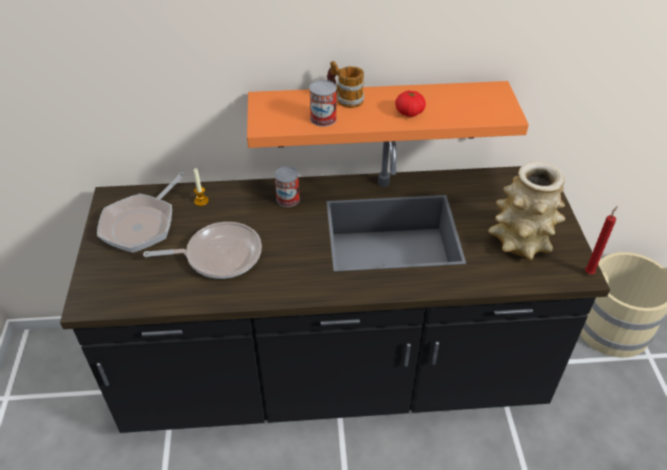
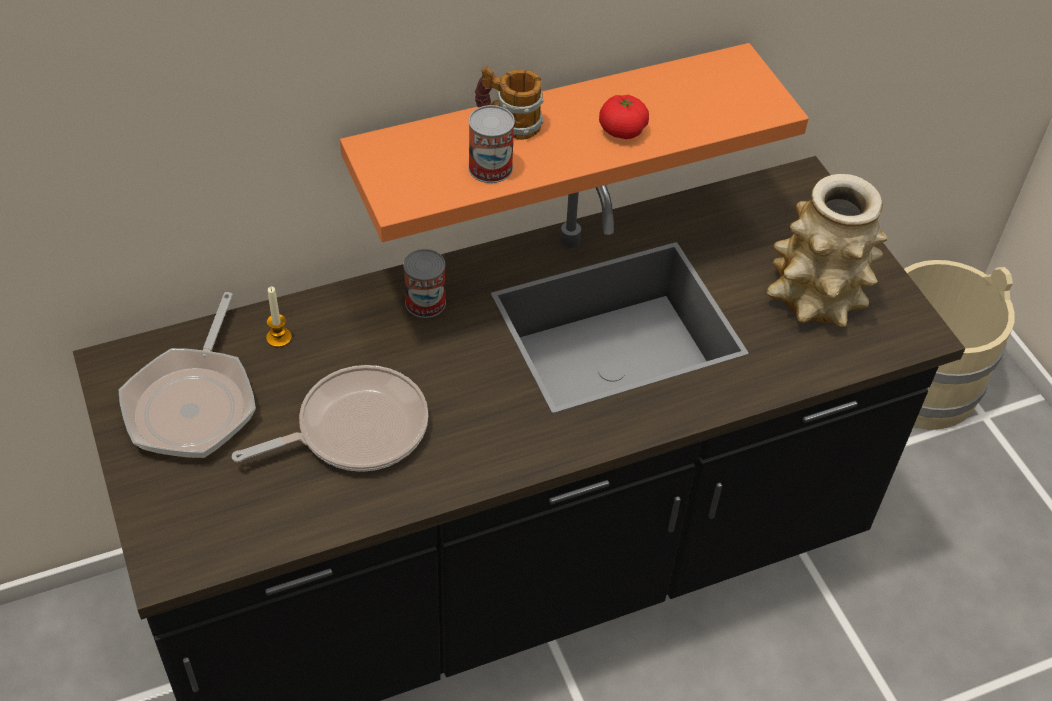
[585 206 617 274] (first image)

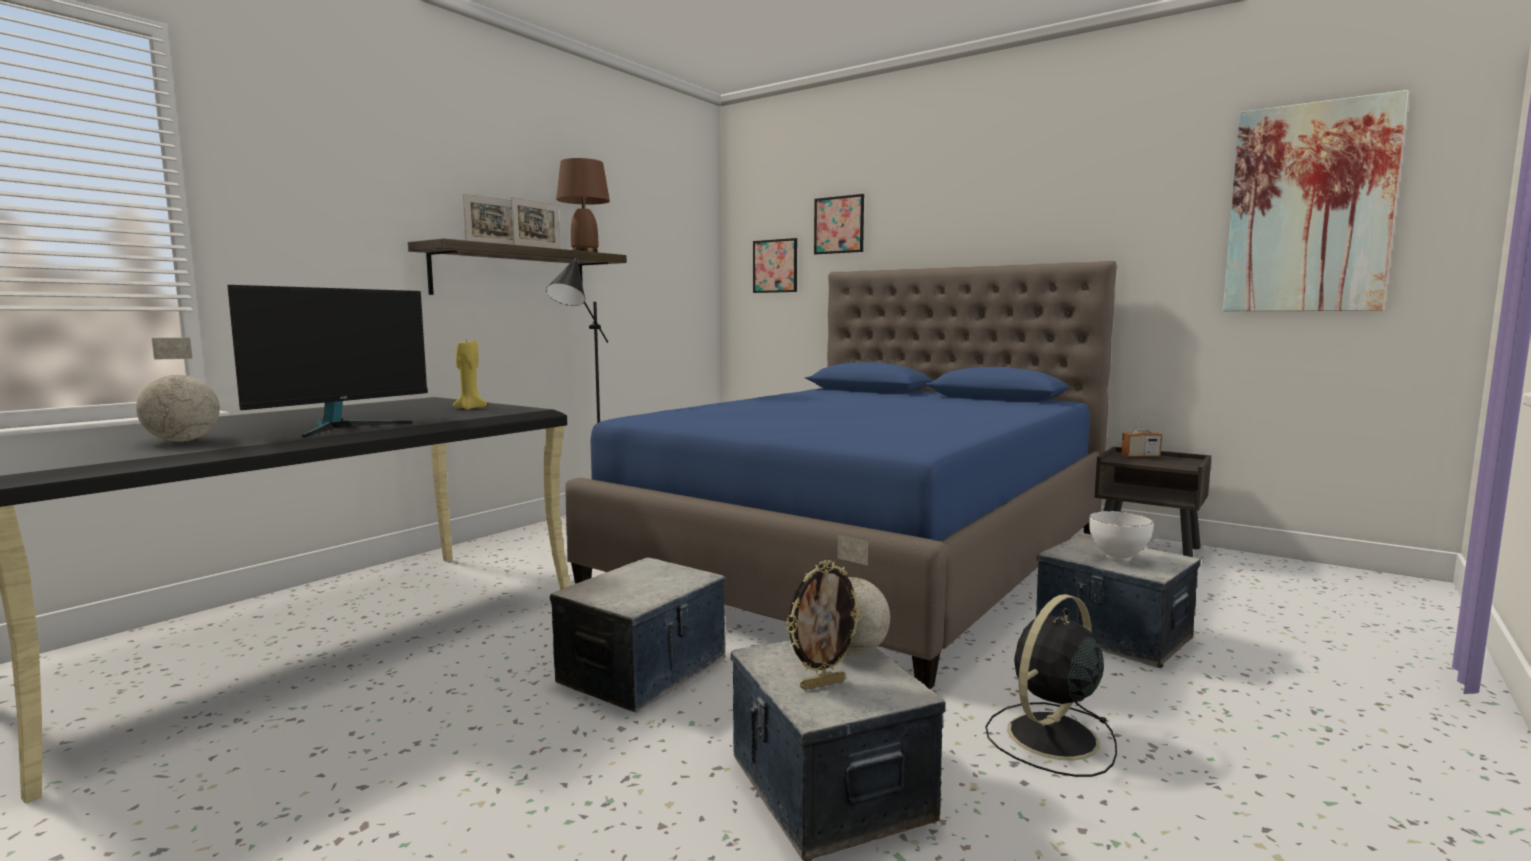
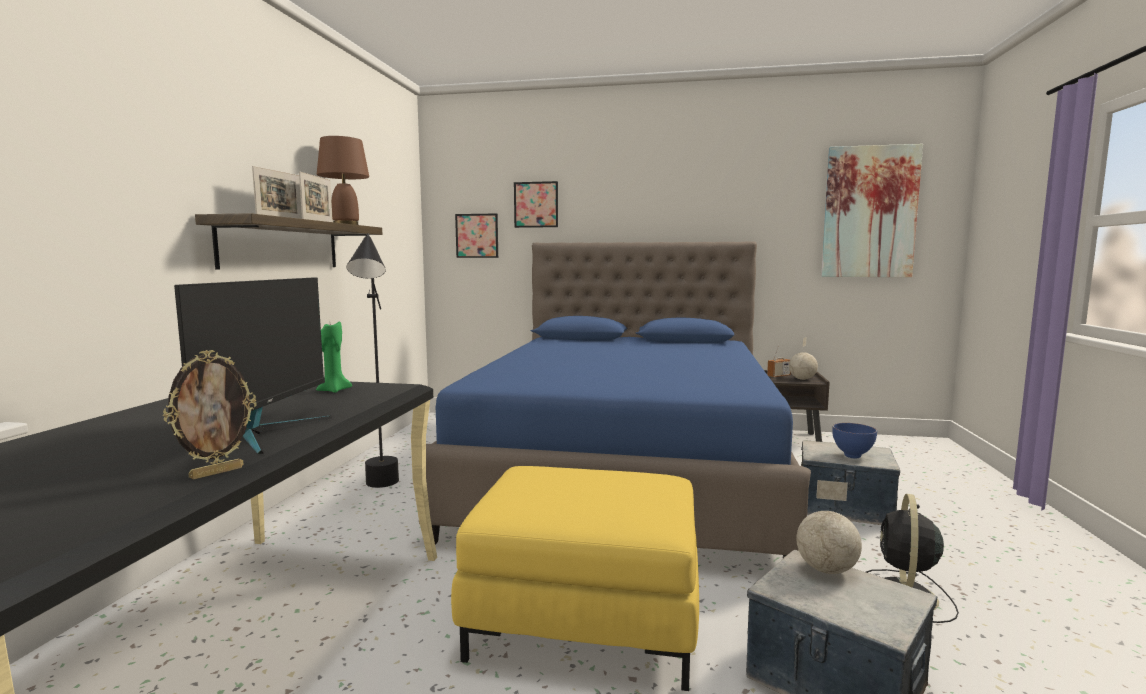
[789 337 818 380]
[316 322 352 393]
[832 423 877 459]
[451 466 699 691]
[163 350 257 480]

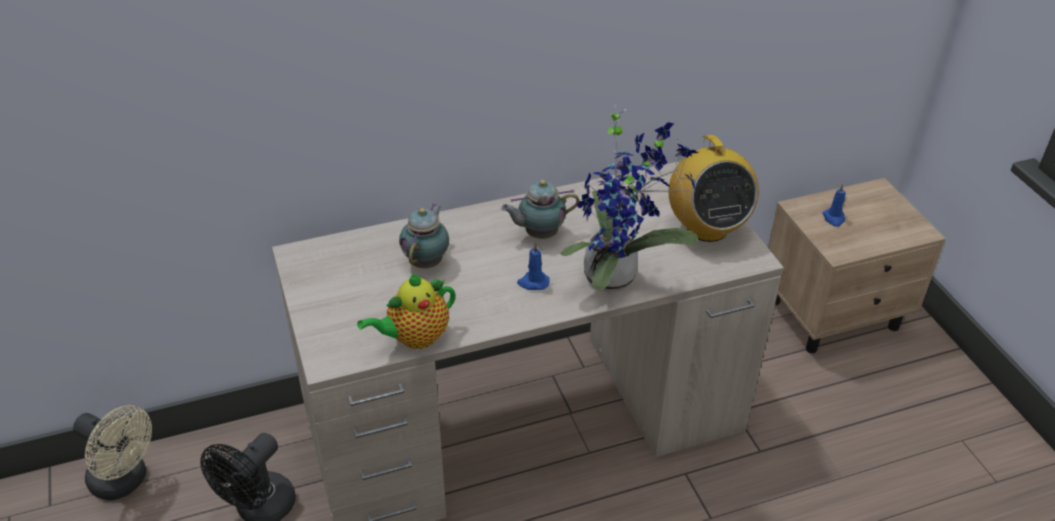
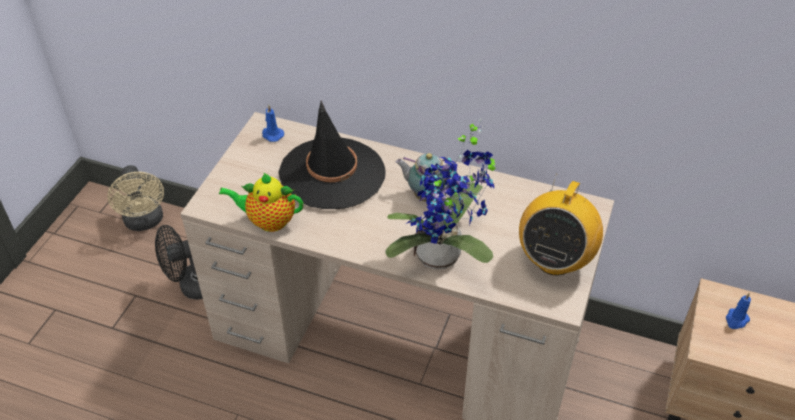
[279 100 386 209]
[262 105 284 142]

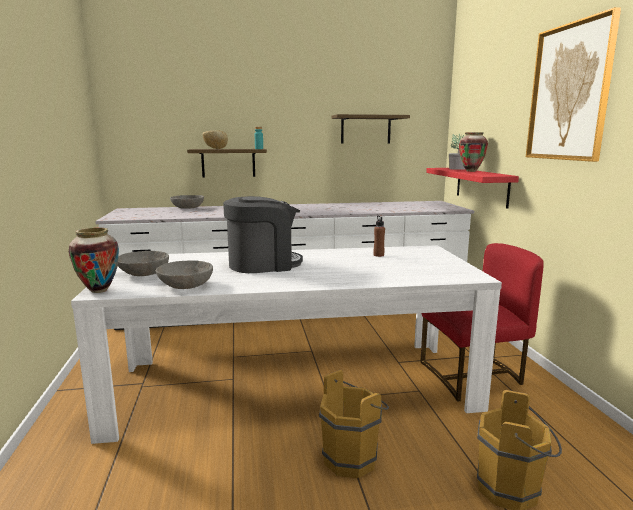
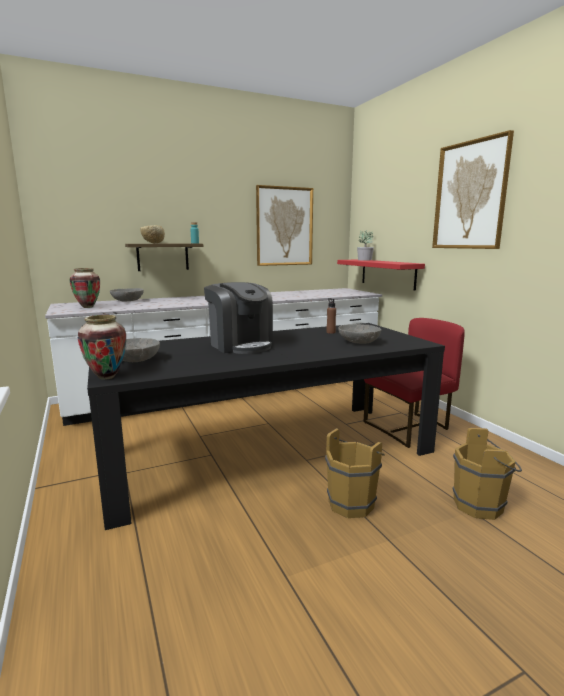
[256 185 313 266]
[70 268 100 308]
[204 282 273 354]
[87 323 445 530]
[338 324 381 344]

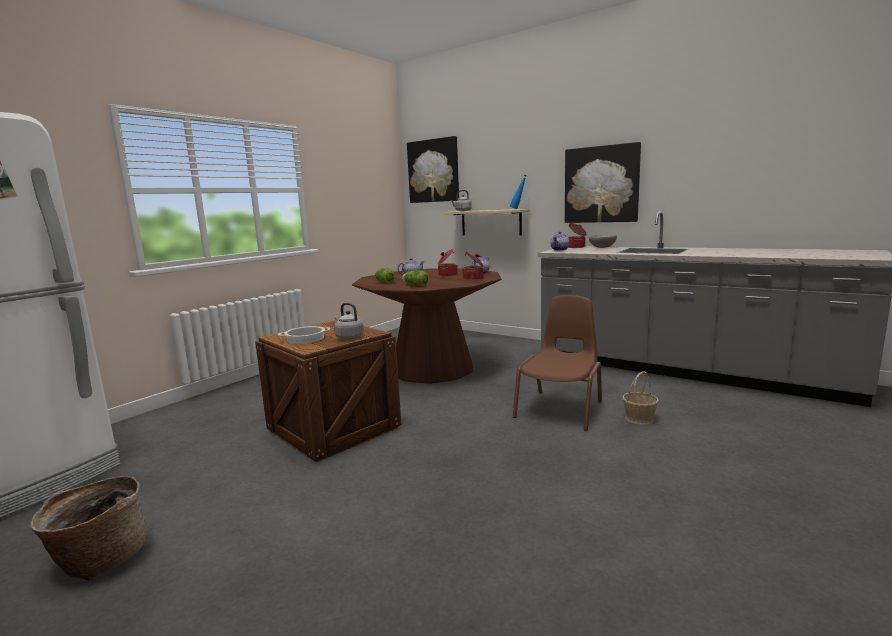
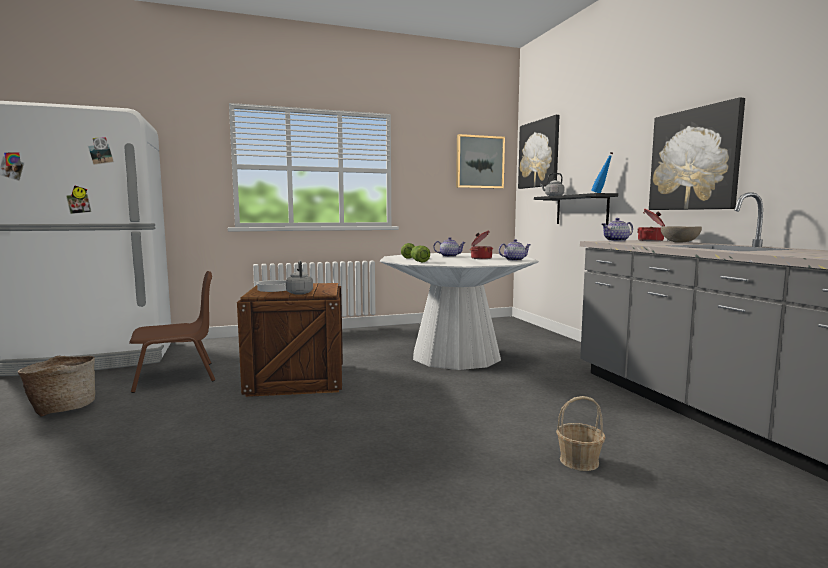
[534 193 618 225]
[462 252 483 280] (first image)
[380 253 539 370]
[129 271 215 393]
[456 134 505 189]

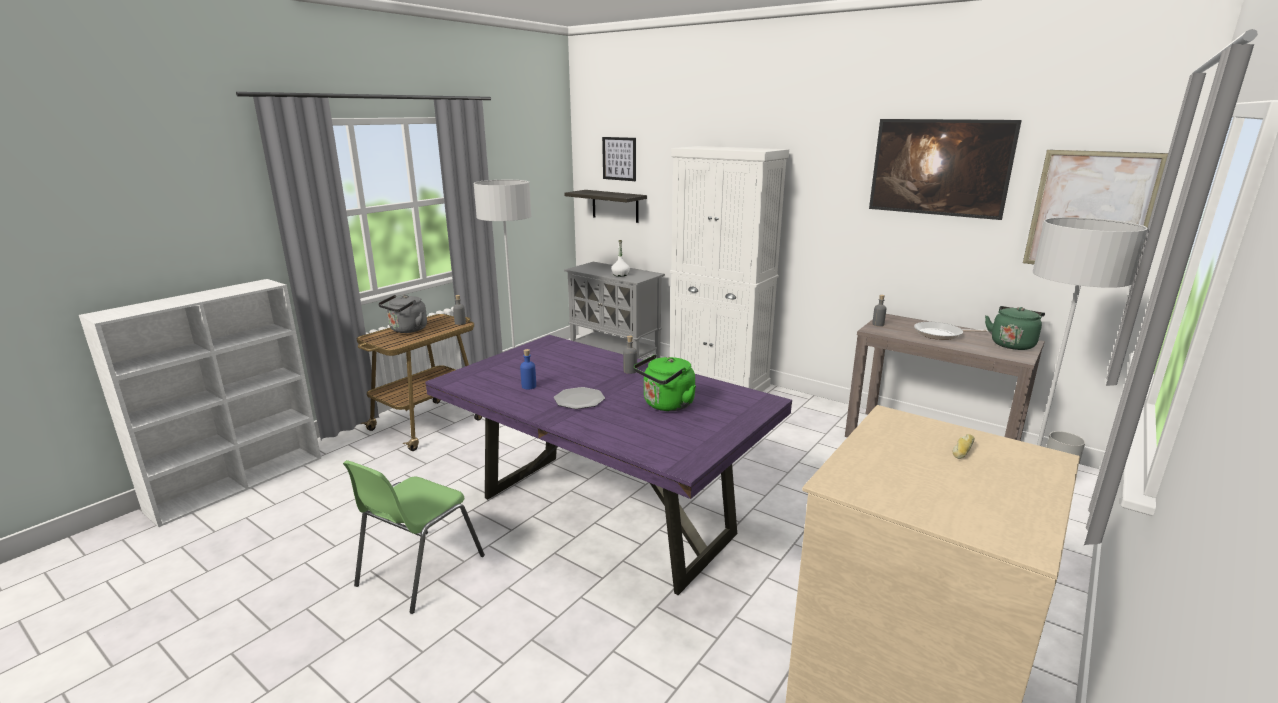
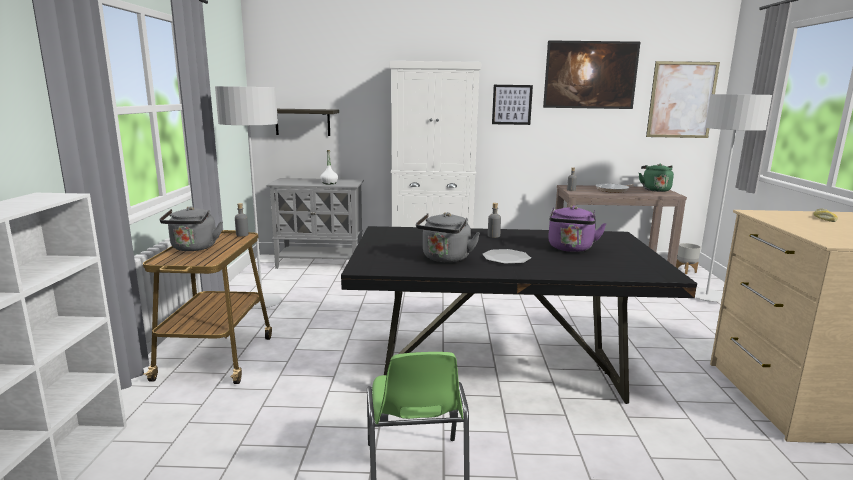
[492 85 533 125]
[341 226 697 404]
[416 212 480 262]
[548 206 607 252]

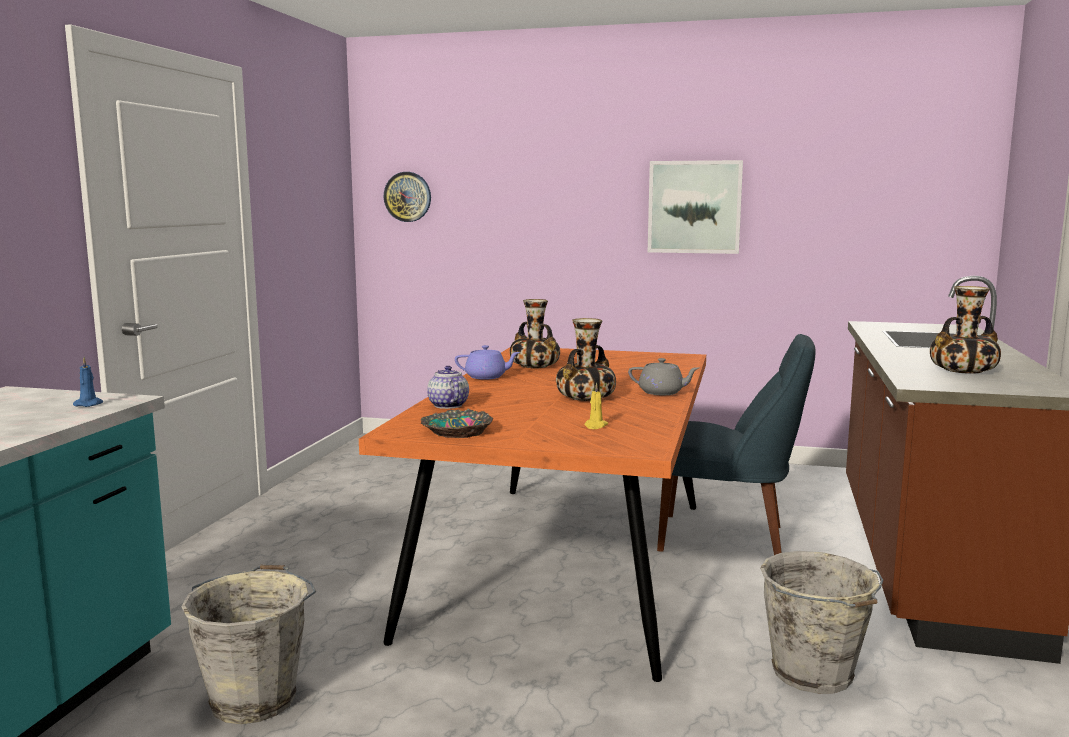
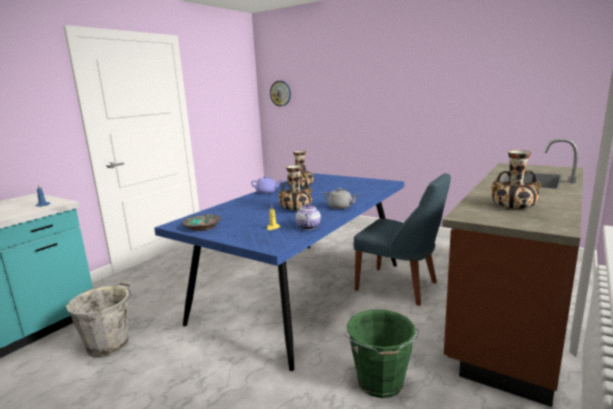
[648 160 743 254] (first image)
[154 173 404 371]
[295 203 321 230]
[345 309 420 398]

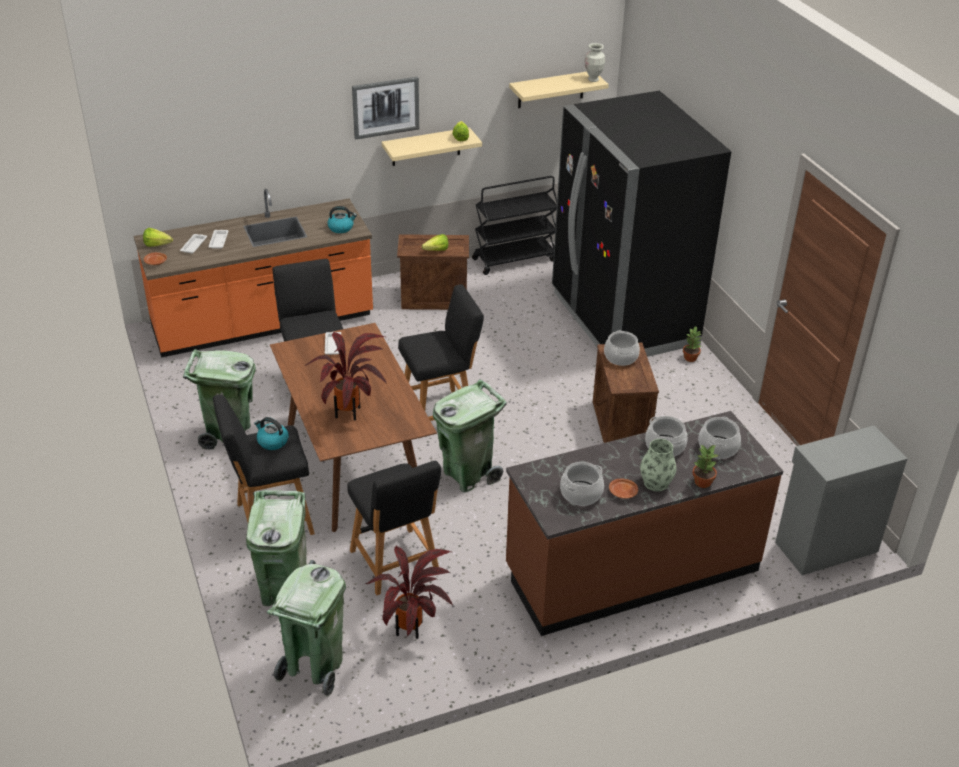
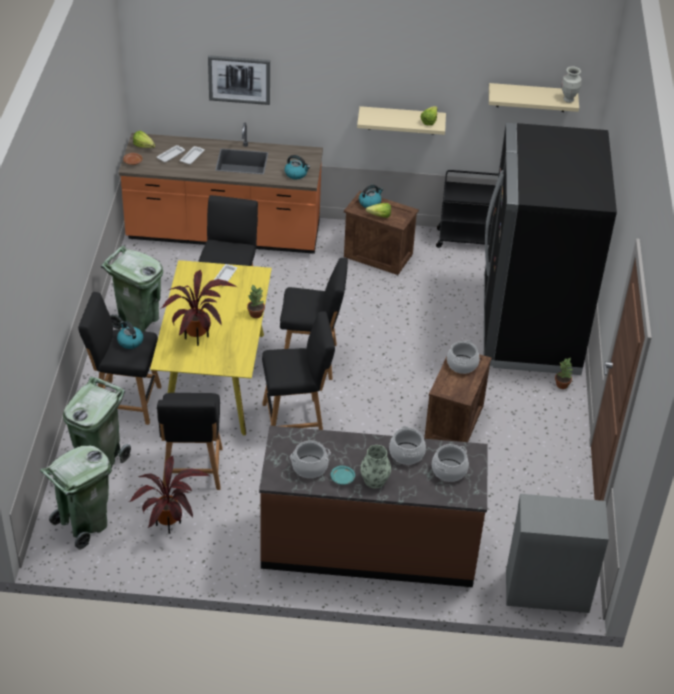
[208 55 270 105]
[150 260 272 435]
[262 311 335 430]
[247 285 265 318]
[331 466 355 485]
[359 185 383 208]

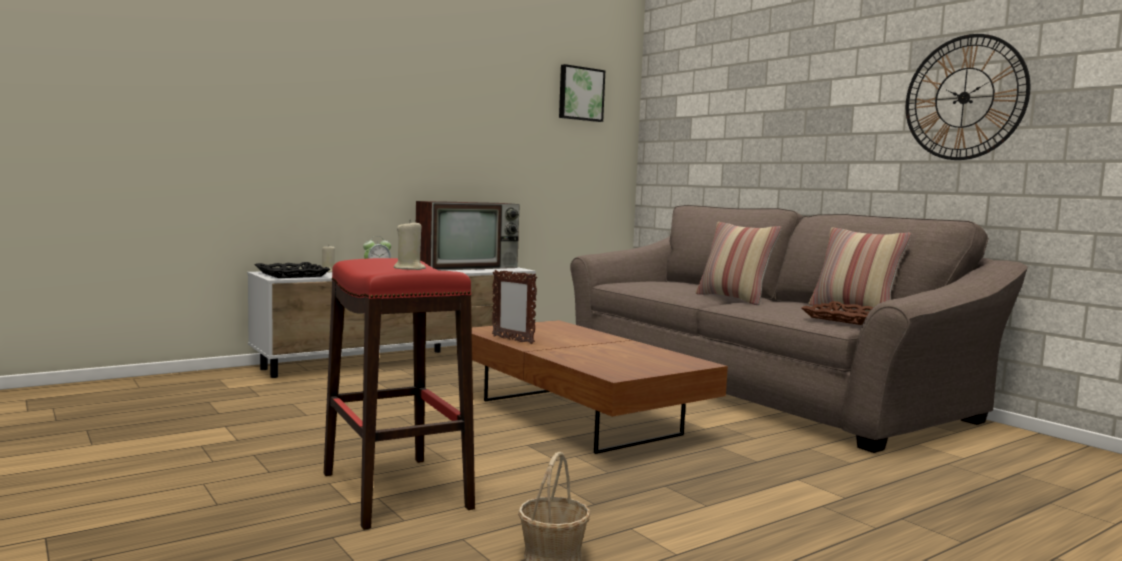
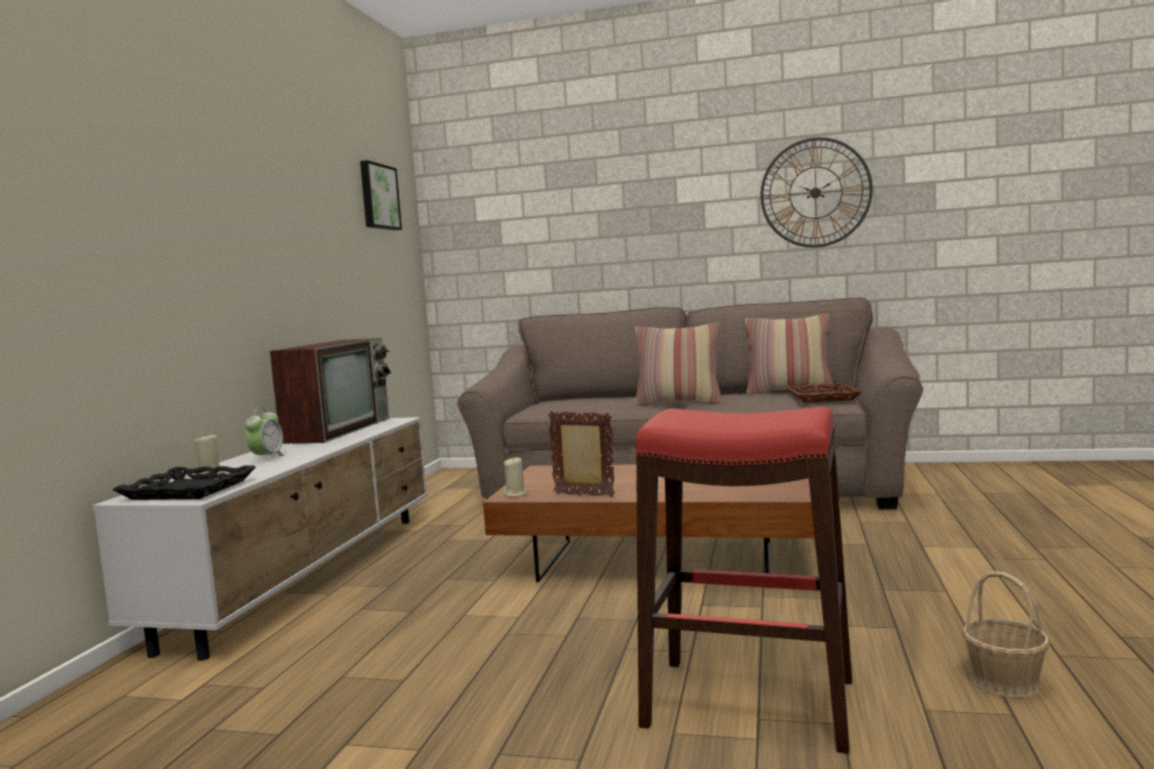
[503 457 528 497]
[548 411 615 497]

